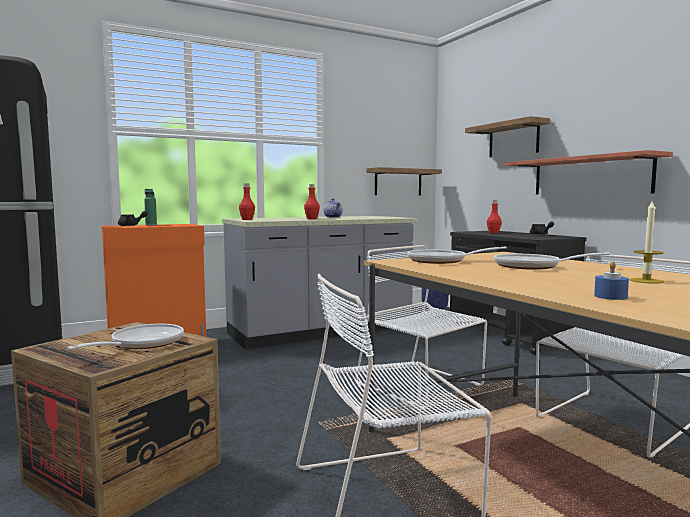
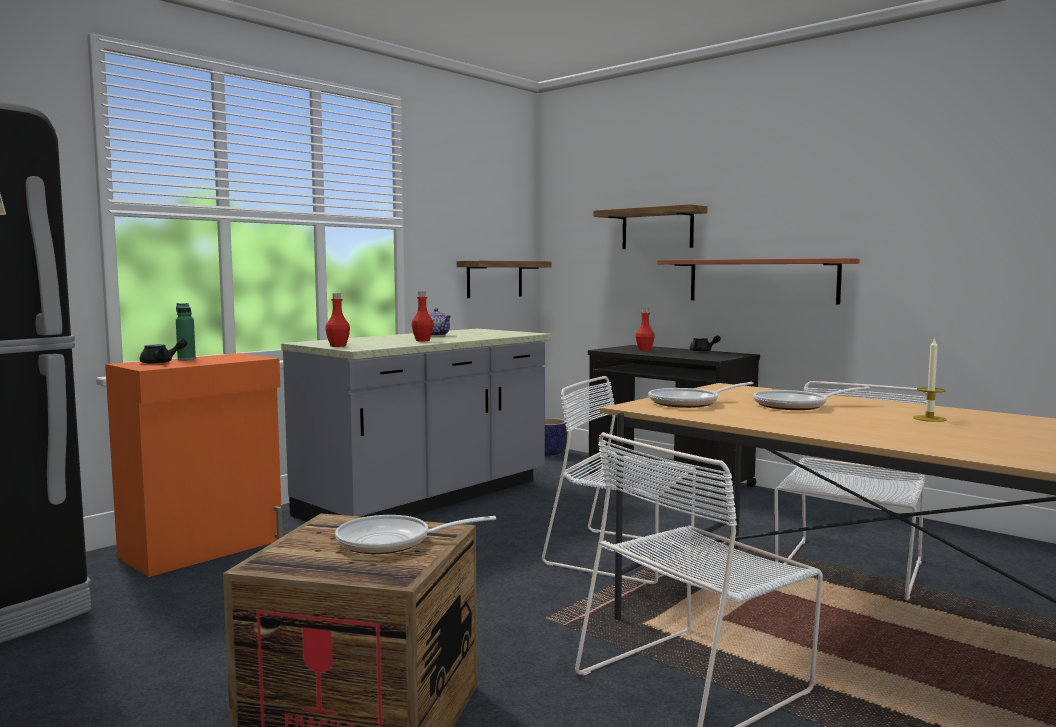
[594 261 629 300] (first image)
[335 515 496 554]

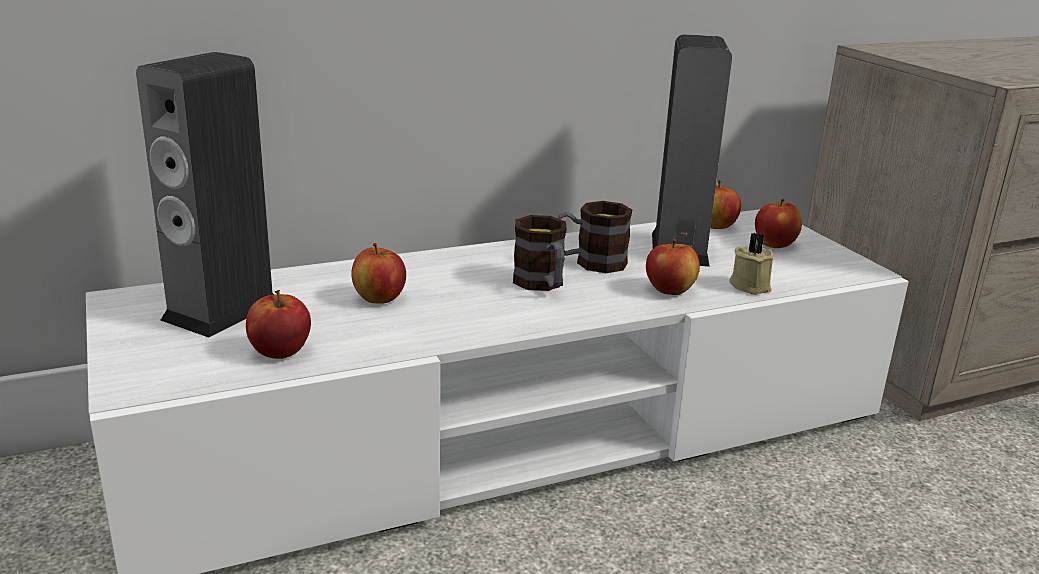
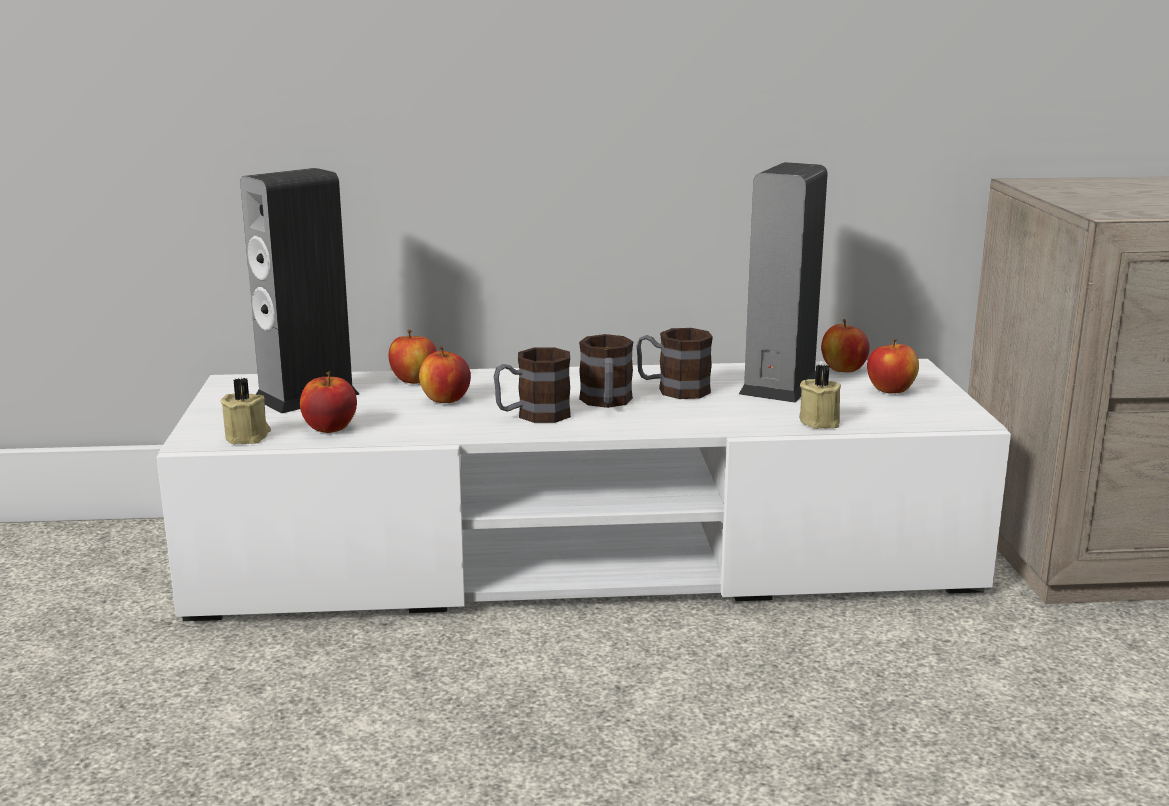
[389 330 437 384]
[494 347 571 423]
[220 378 271 444]

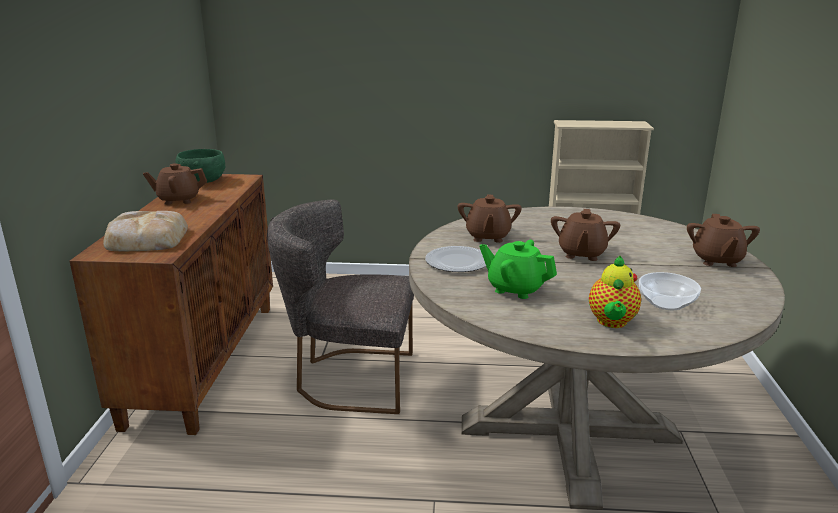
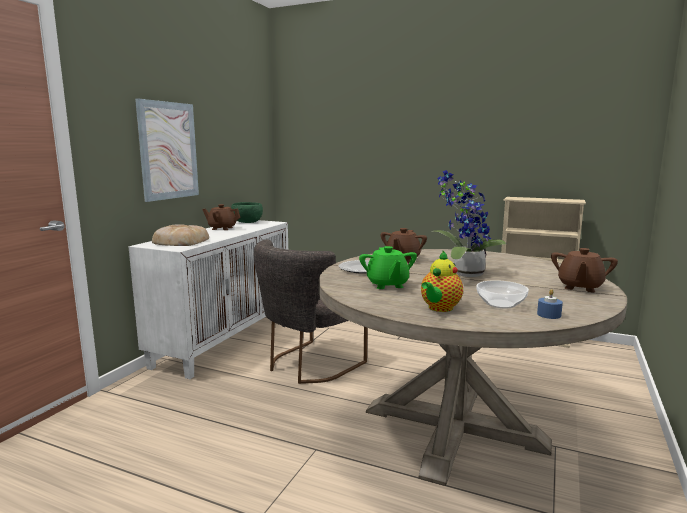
[128 220 288 379]
[254 239 368 384]
[431 170 506 277]
[359 246 417 289]
[135 98 199 202]
[537 289 563 319]

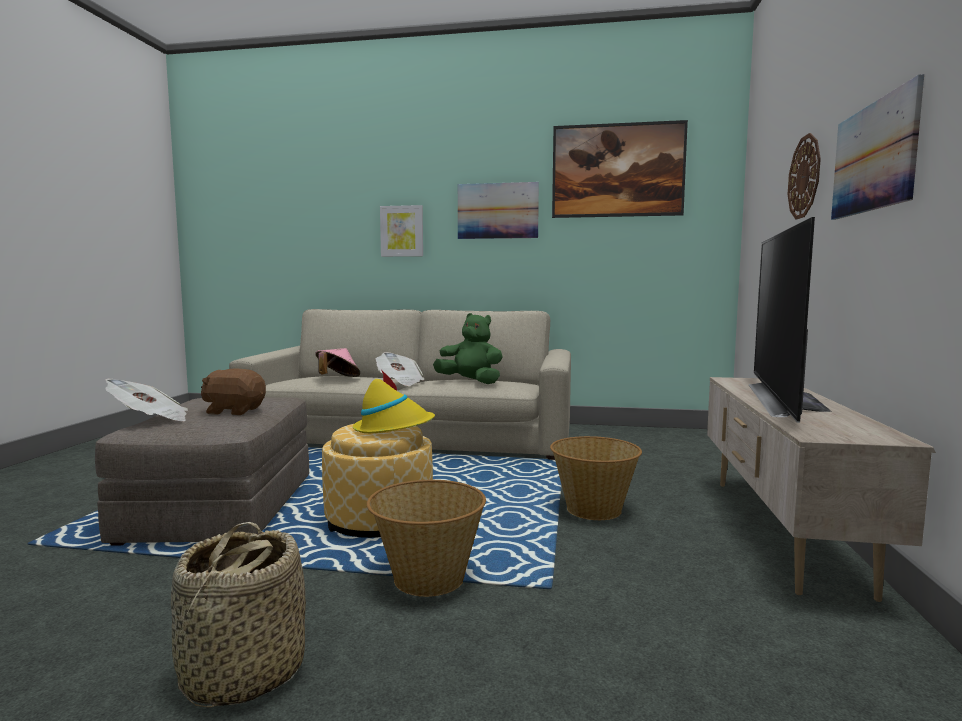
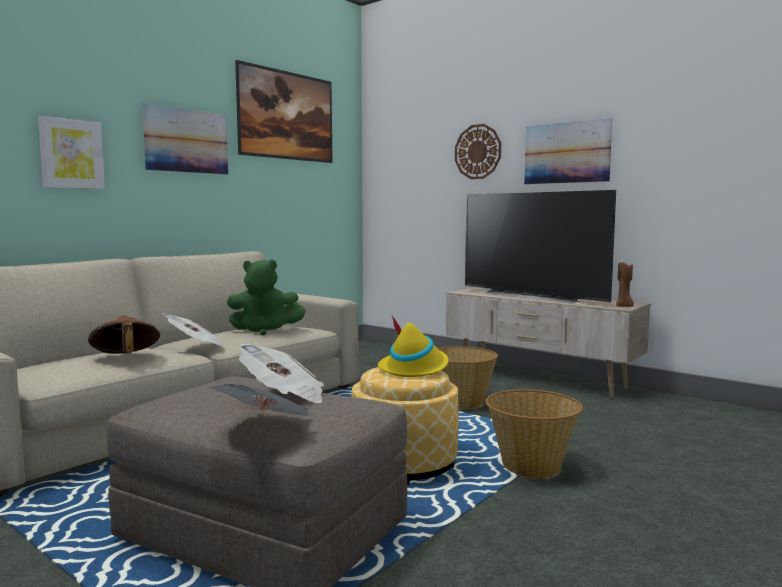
[227 259 306 335]
[88 315 160 354]
[239 344 324 403]
[171 522 306 708] (first image)
[616 262 634 307]

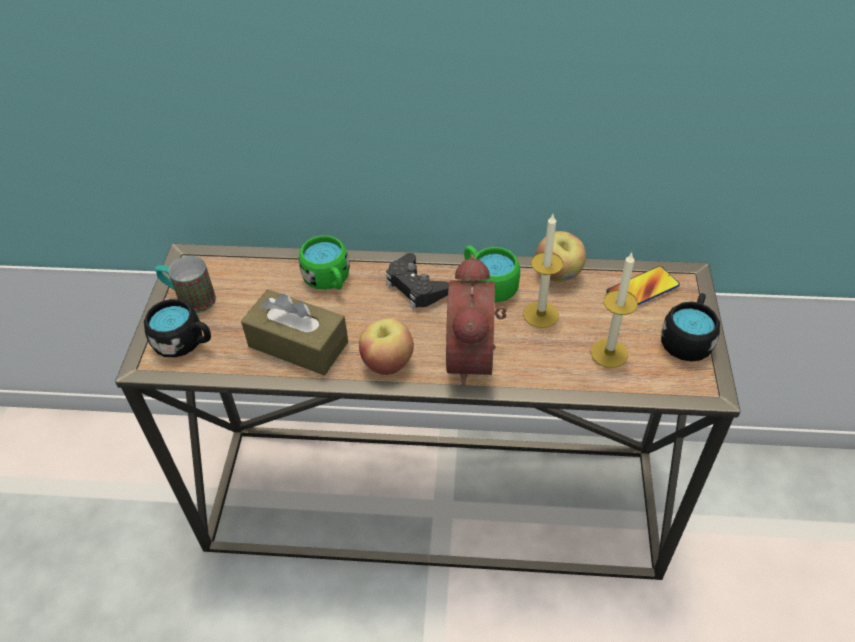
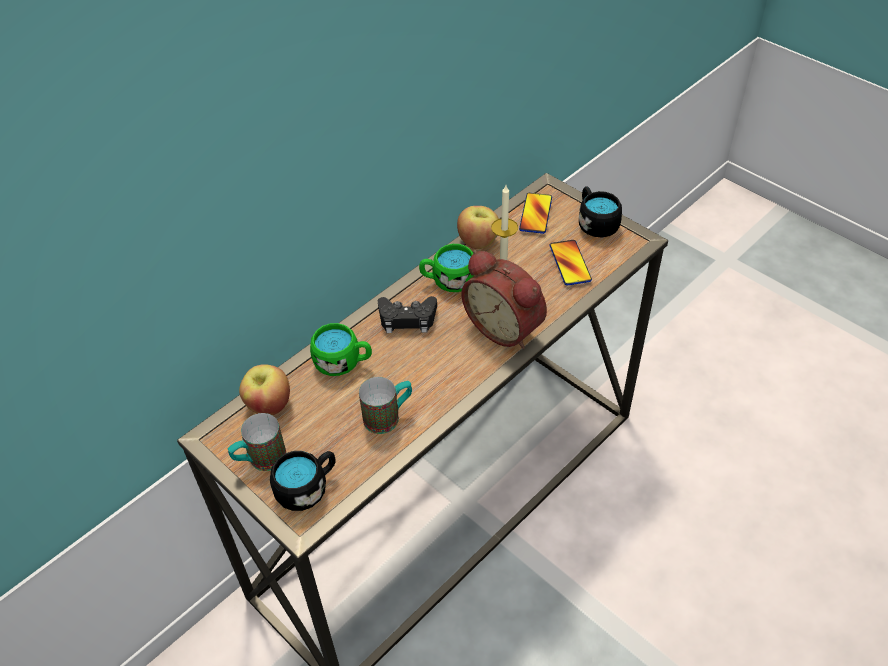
[550 240 592 285]
[359 377 412 434]
[239 364 290 415]

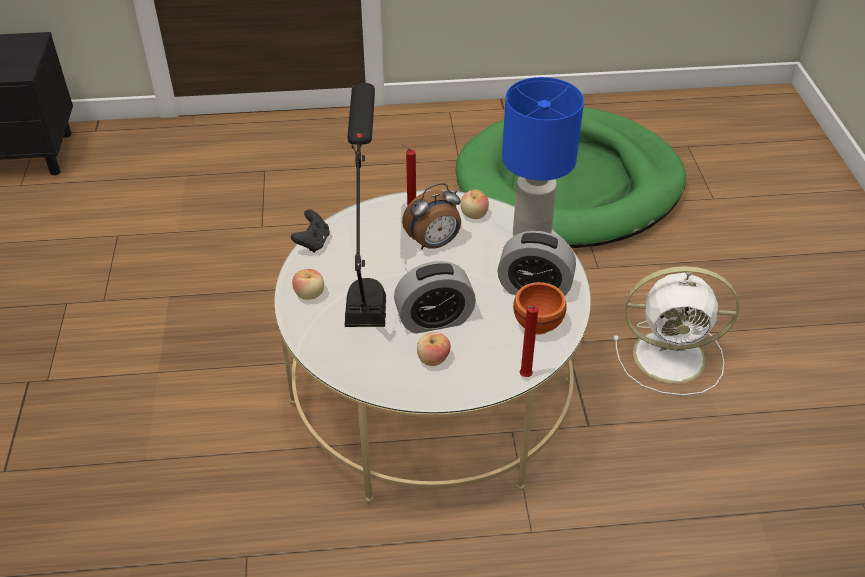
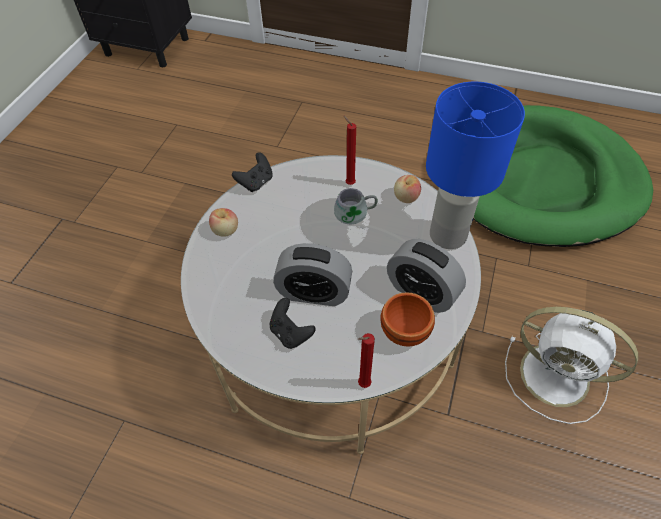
[345 83 386 327] (first image)
[334 188 378 230]
[270 298 316 349]

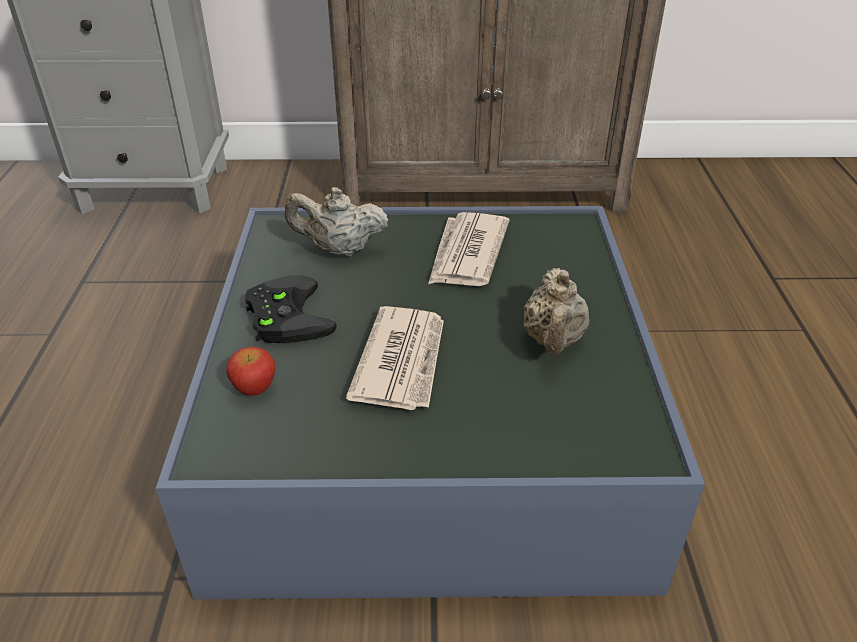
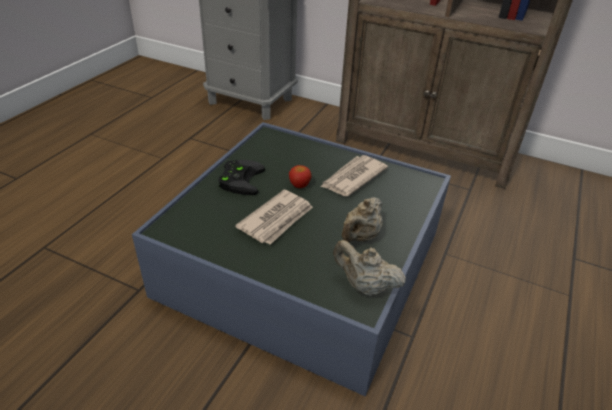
[333 240 406 296]
[289 165 312 188]

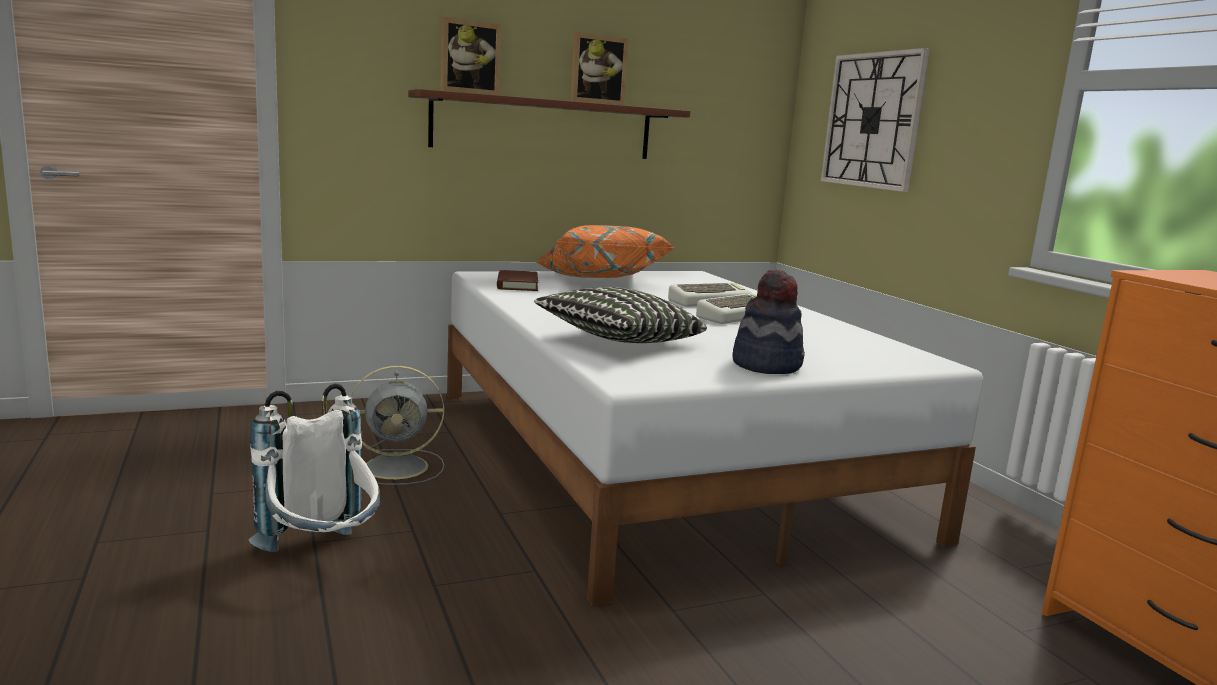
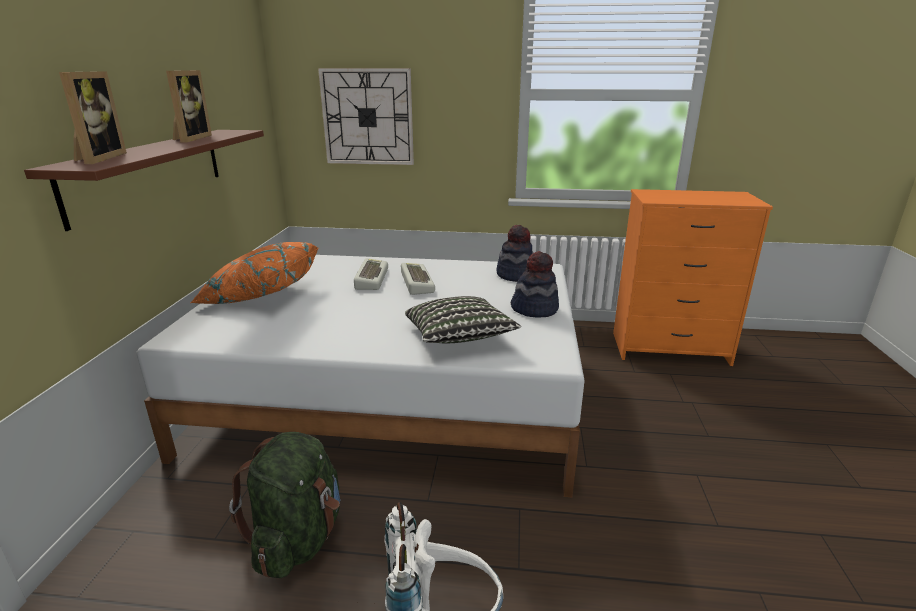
[497 270 538 291] (first image)
[229 432 341 578]
[496 225 533 282]

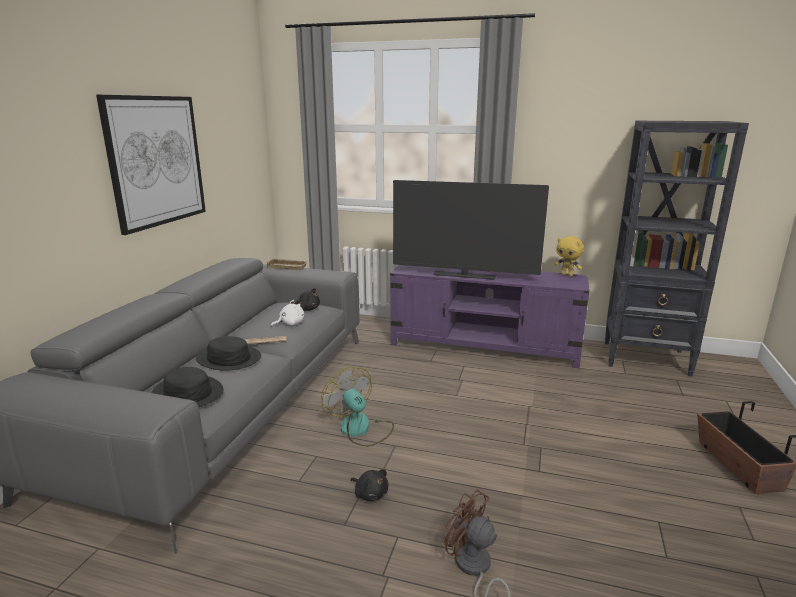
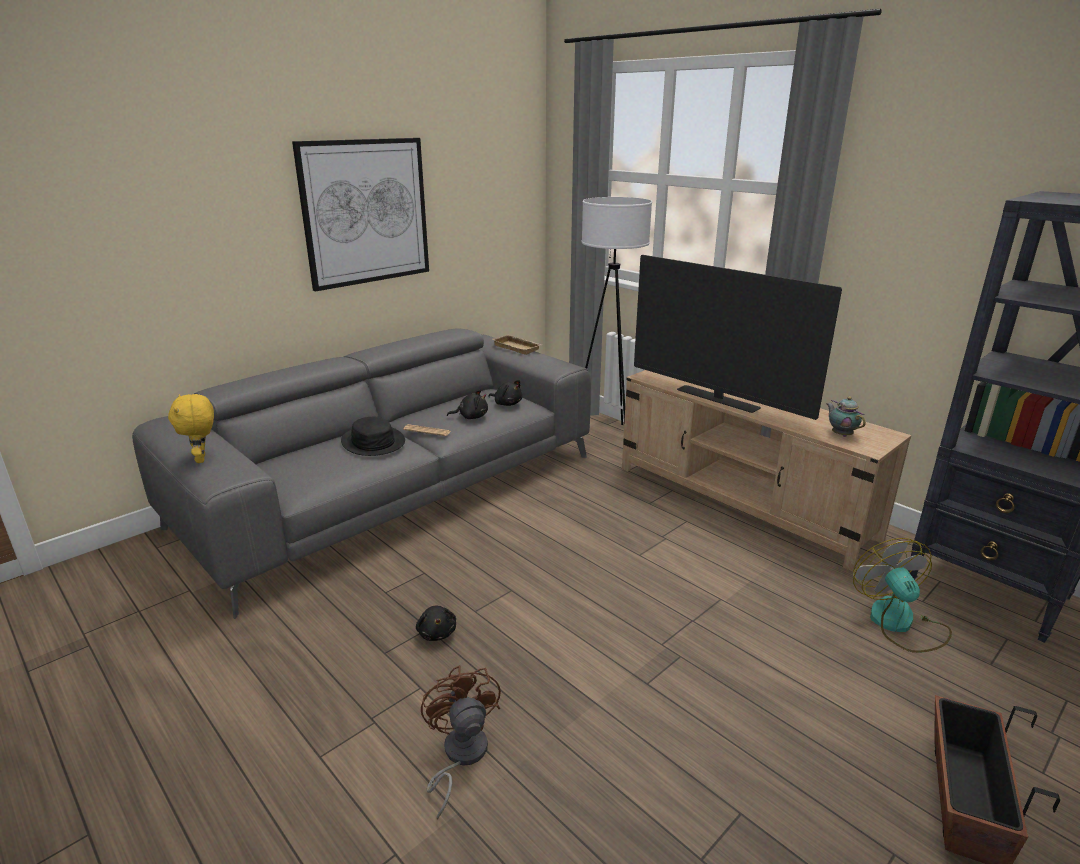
[168 394 214 463]
[622 370 911 572]
[447 390 488 419]
[152 367 224 407] (first image)
[853 538 952 653]
[581 197 652 425]
[827 396 866 437]

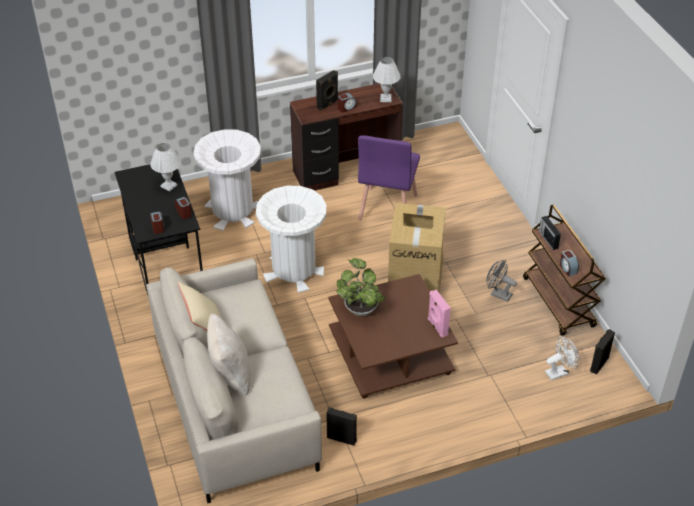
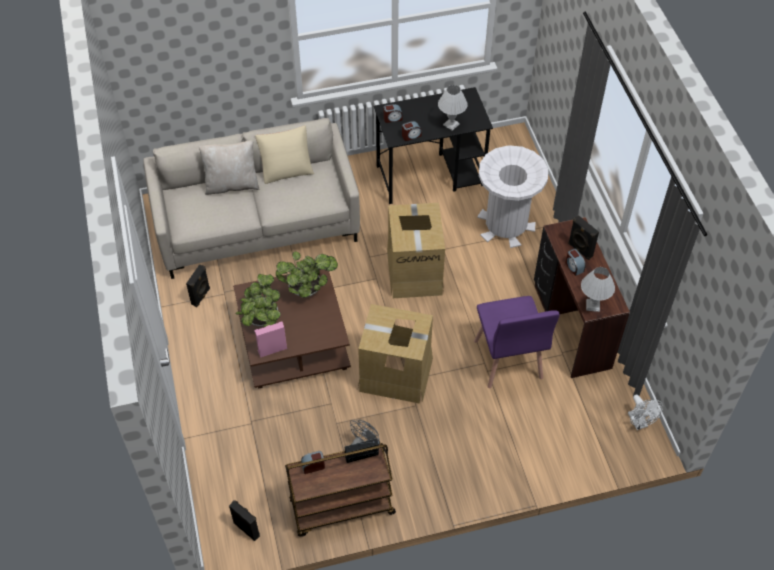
[474 296 560 388]
[387 203 445 298]
[628 395 663 430]
[236 274 281 327]

